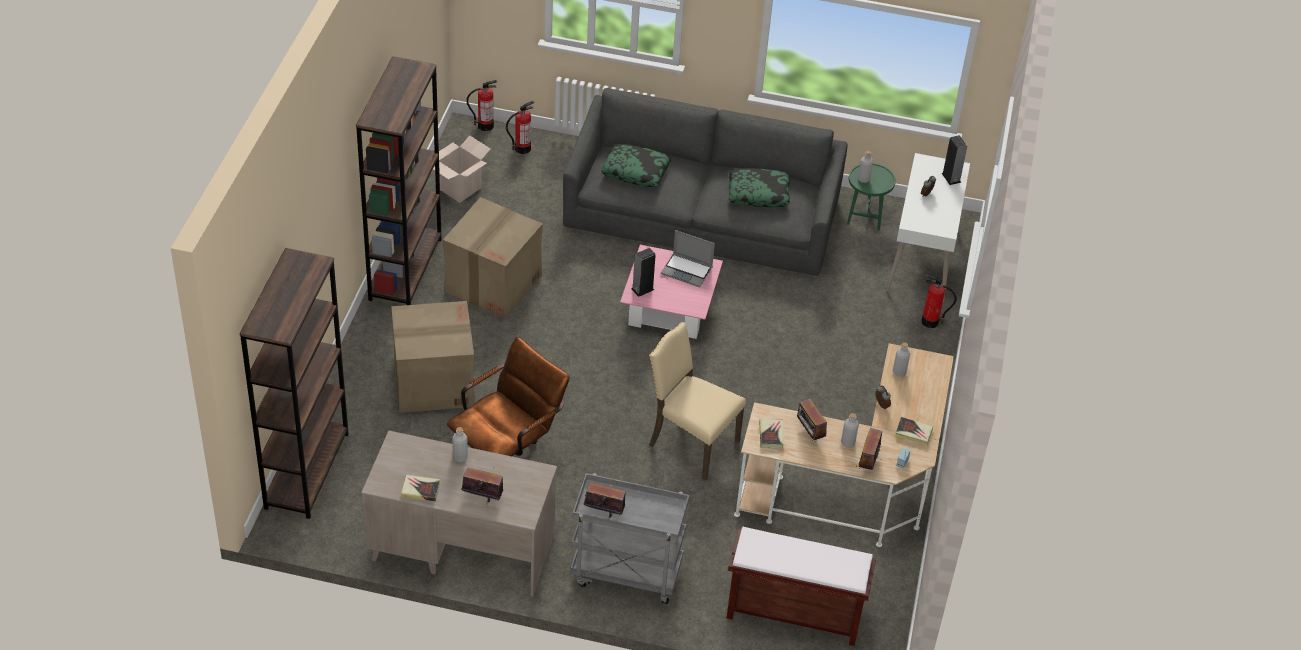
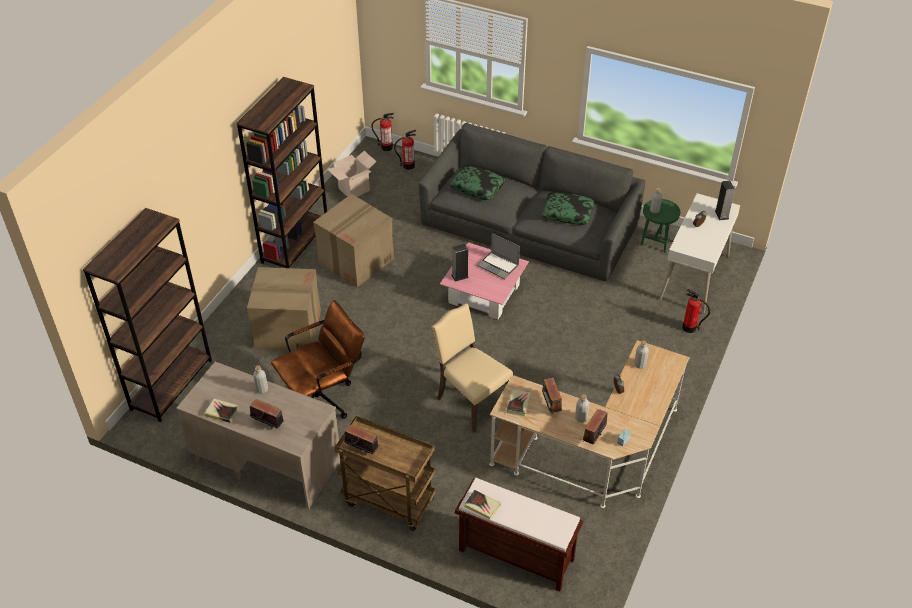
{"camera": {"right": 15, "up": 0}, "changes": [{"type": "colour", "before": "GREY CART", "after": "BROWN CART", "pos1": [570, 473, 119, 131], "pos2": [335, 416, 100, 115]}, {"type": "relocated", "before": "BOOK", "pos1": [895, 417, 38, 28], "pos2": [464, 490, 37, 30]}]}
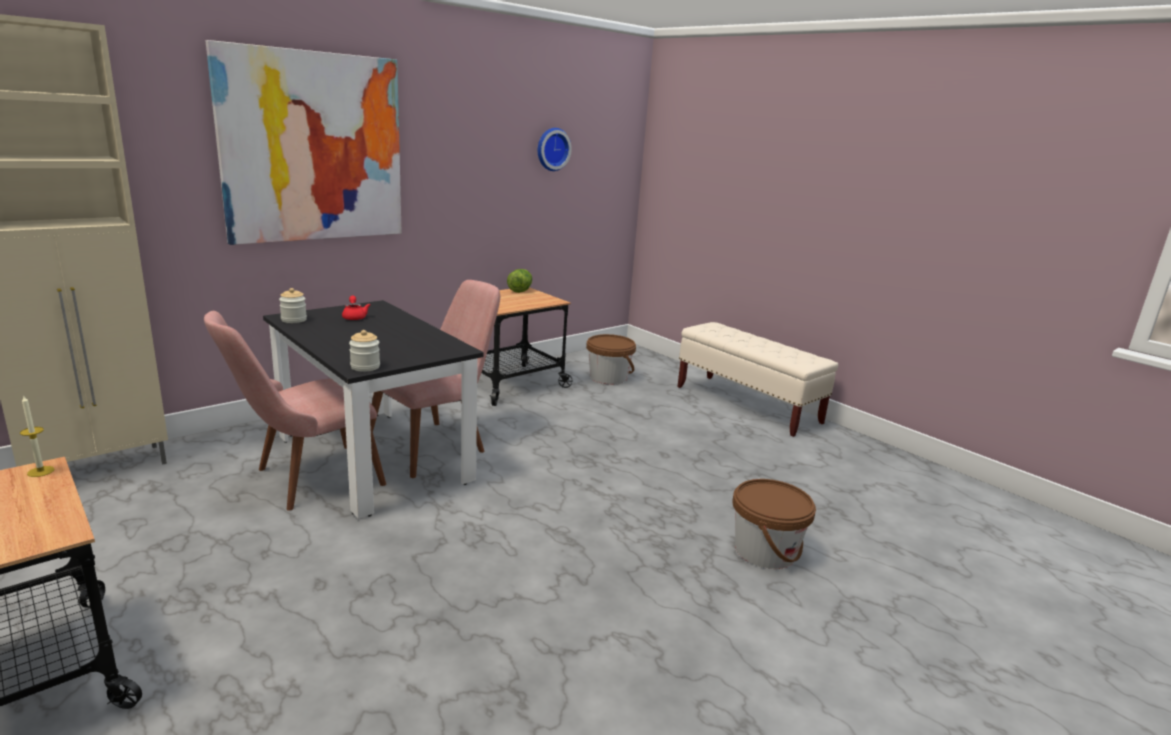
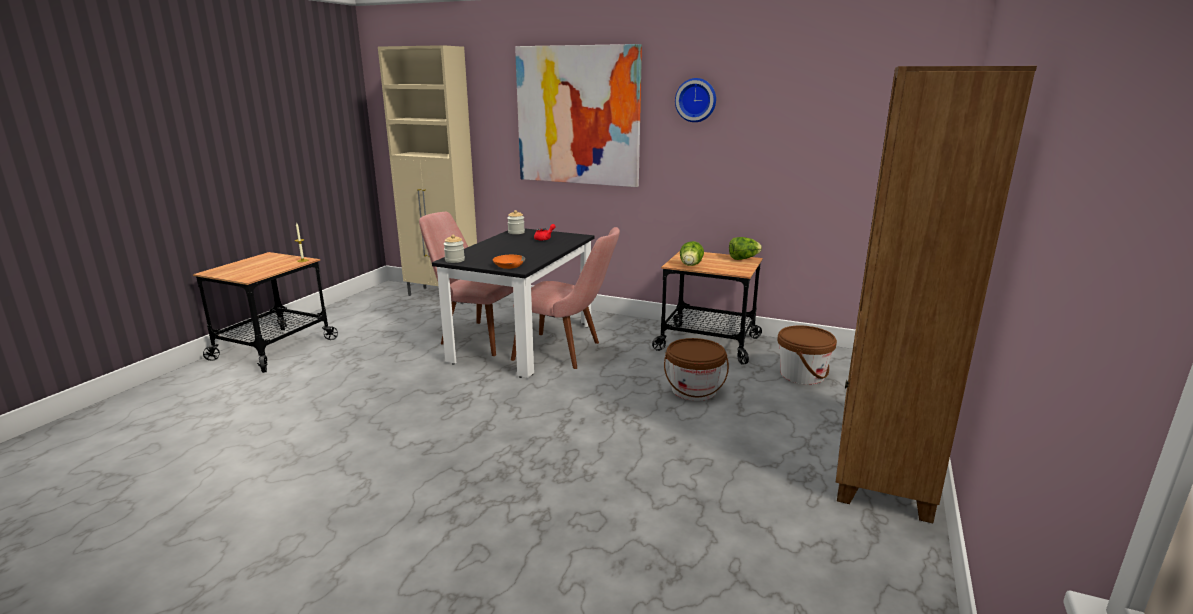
{"camera": {"right": 65, "up": 0}, "changes": [{"type": "relocated", "before": "WALL CLOCK", "pos1": [538, 128, 34, 43], "pos2": [675, 78, 41, 44]}, {"type": "exchanged", "before": "BEIGE BENCH", "after": "BROWN BOOKCASE", "pos1": [677, 322, 161, 115], "pos2": [835, 66, 202, 457]}, {"type": "relocated", "before": "BROWN BUCKET", "pos1": [732, 479, 84, 90], "pos2": [664, 338, 65, 63]}, {"type": "appeared", "after": "ORANGE BOWL", "pos2": [493, 255, 32, 14]}, {"type": "appeared", "after": "LETTUCE", "pos2": [680, 241, 24, 25]}]}
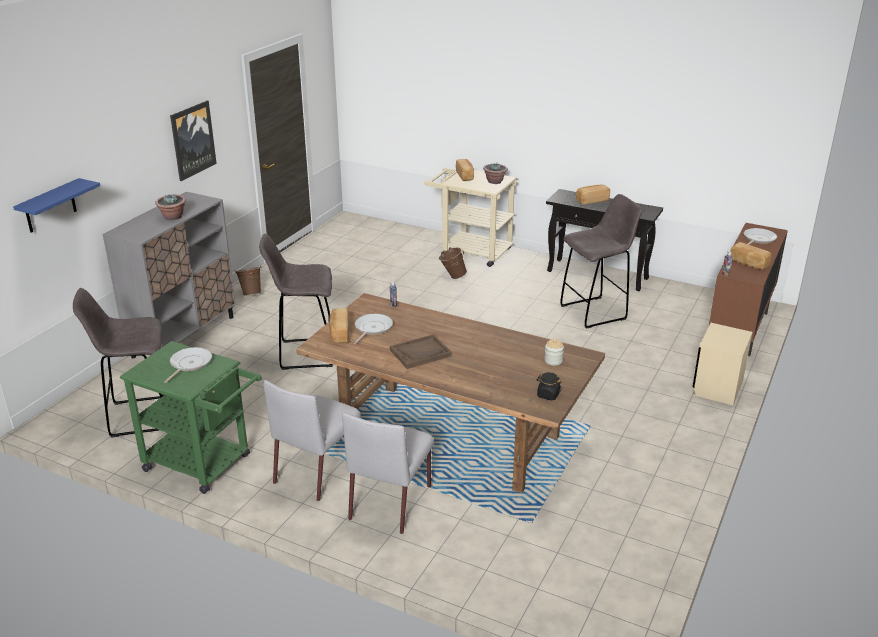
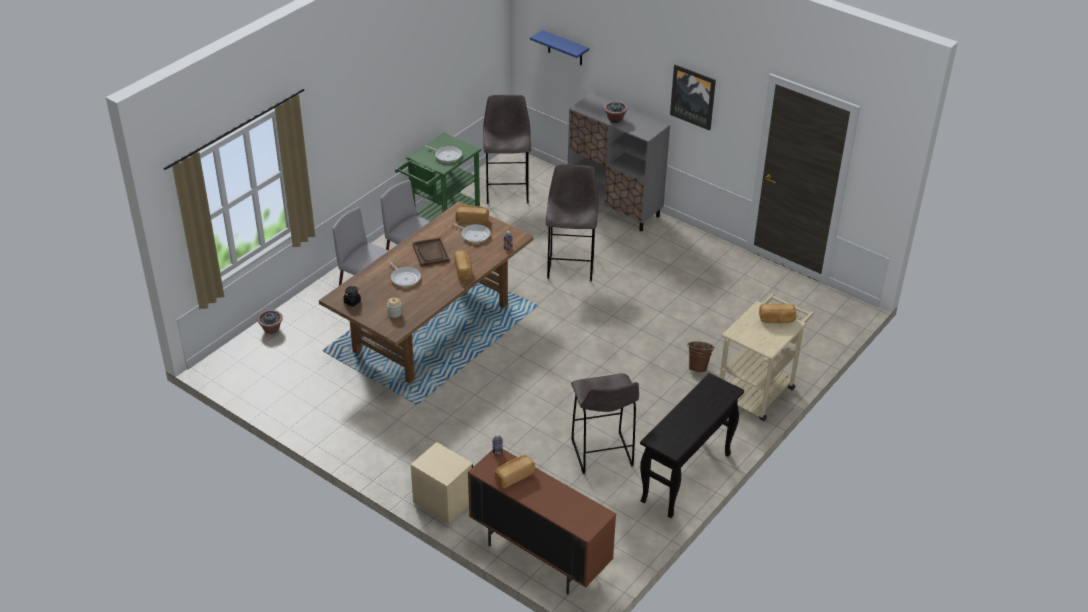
{"camera": {"right": 100, "up": 10}, "changes": [{"type": "missing", "before": "BROWN BUCKET", "pos1": [234, 265, 28, 31]}, {"type": "relocated", "before": "POTTED PLANT", "pos1": [483, 163, 25, 21], "pos2": [257, 310, 26, 24]}, {"type": "relocated", "before": "BREAD", "pos1": [576, 185, 34, 20], "pos2": [454, 251, 18, 29]}, {"type": "relocated", "before": "FRYING PAN", "pos1": [744, 228, 33, 17], "pos2": [388, 261, 33, 26]}]}
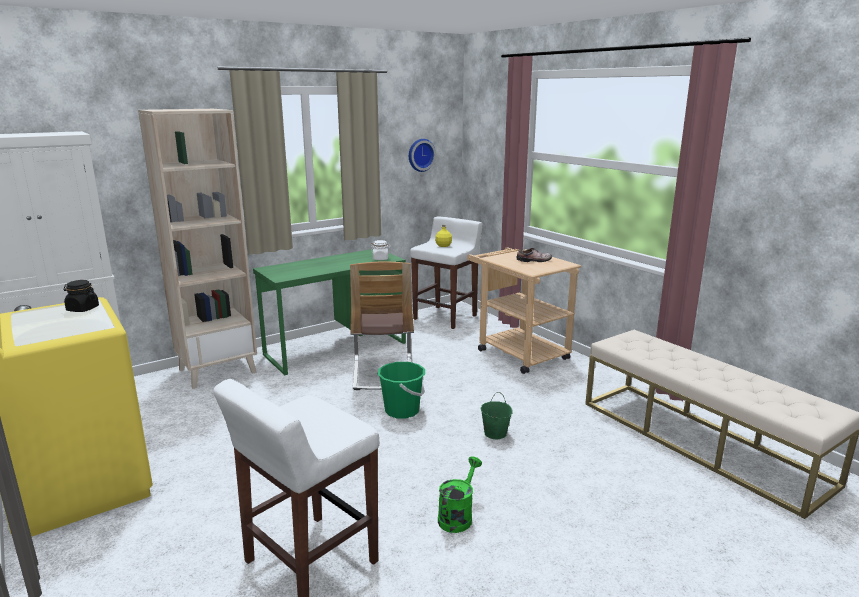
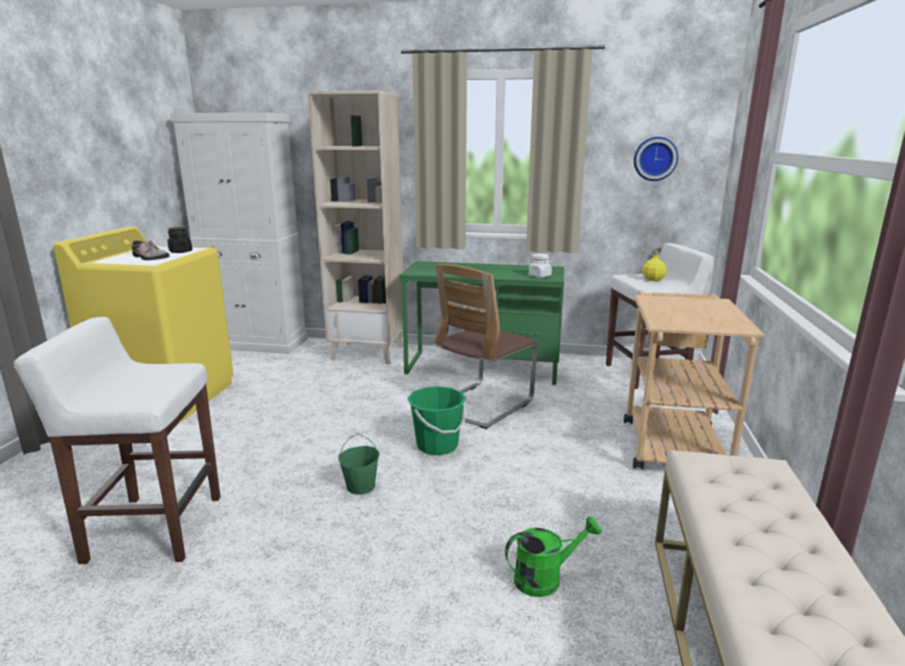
{"camera": {"right": 45, "up": 0}, "changes": [{"type": "relocated", "before": "GREEN WATERING CAN", "pos1": [438, 456, 44, 77], "pos2": [505, 516, 96, 81]}, {"type": "relocated", "before": "GREEN BUCKET", "pos1": [480, 392, 33, 47], "pos2": [338, 434, 41, 61]}, {"type": "relocated", "before": "SHOE", "pos1": [517, 248, 35, 14], "pos2": [132, 240, 38, 20]}]}
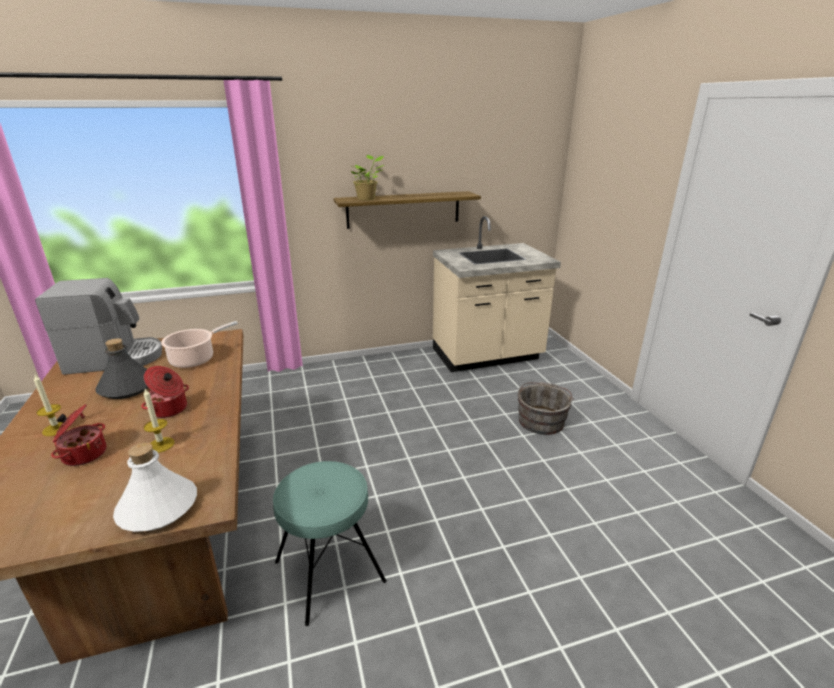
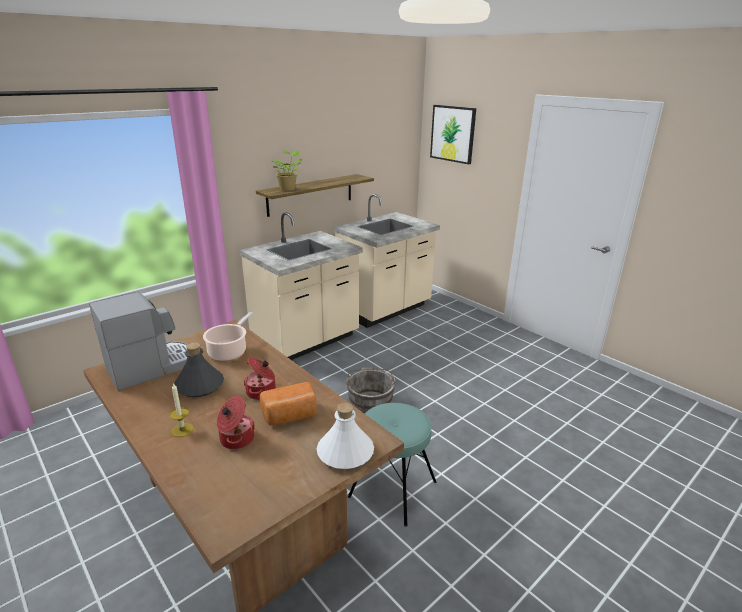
{"camera": {"right": -25, "up": 0}, "changes": [{"type": "exchanged", "before": "CANDLE", "after": "BREAD", "pos1": [144, 389, 31, 64], "pos2": [259, 382, 58, 44]}, {"type": "relocated", "before": "GREY BUCKET", "pos1": [518, 382, 56, 53], "pos2": [346, 367, 50, 47]}, {"type": "appeared", "after": "BEIGE COUNTER", "pos2": [240, 212, 123, 148]}, {"type": "appeared", "after": "PICTURE", "pos2": [430, 105, 46, 59]}]}
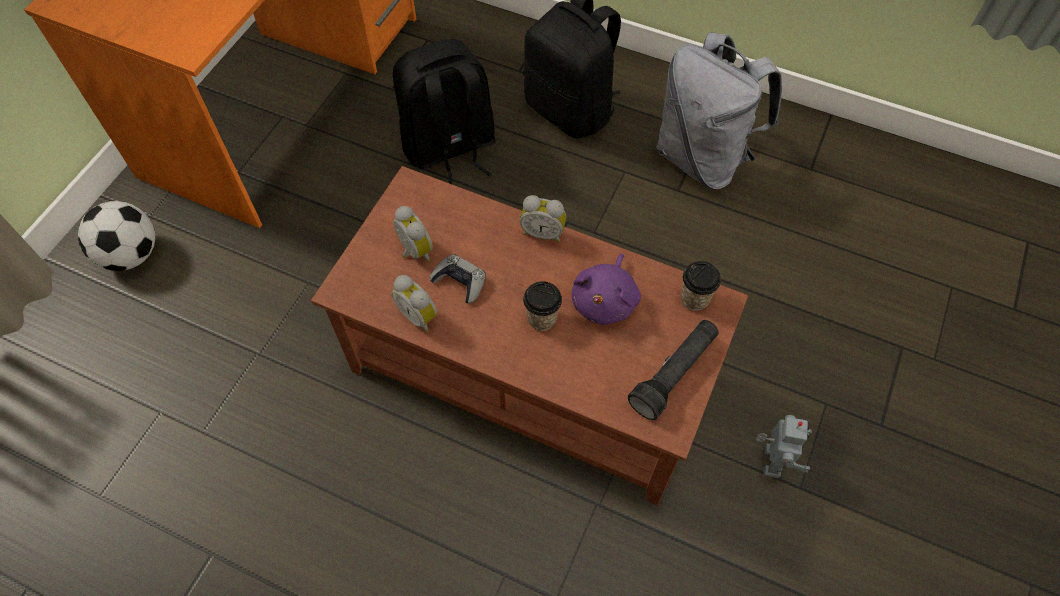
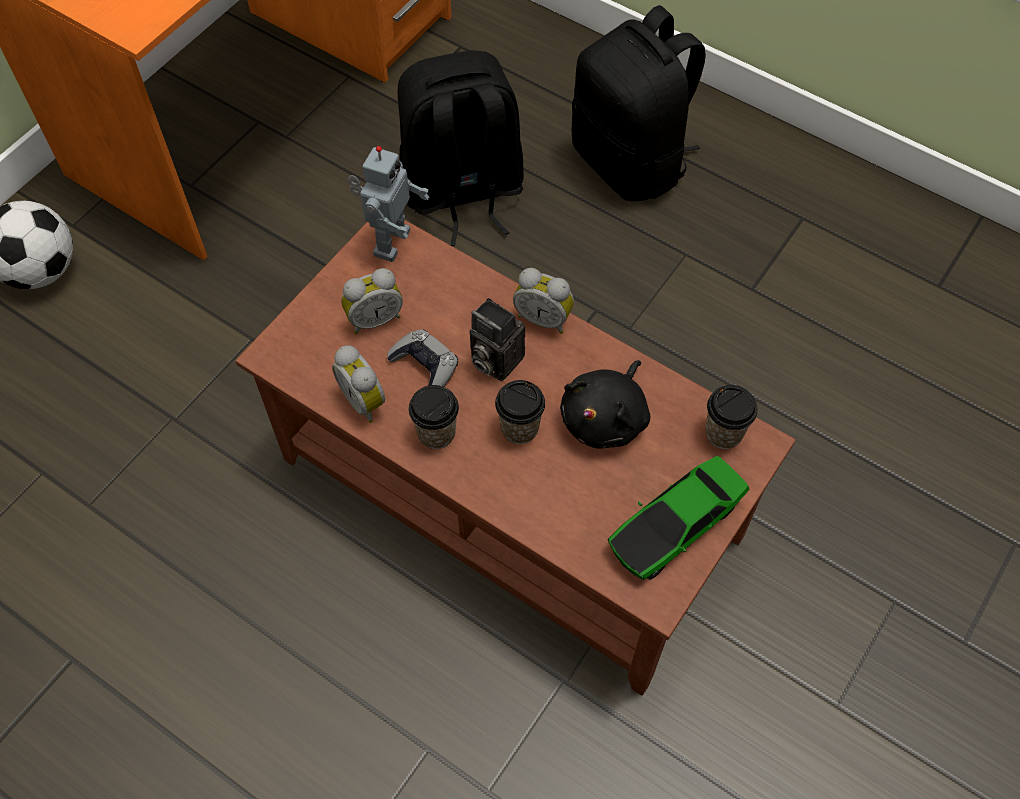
{"camera": {"right": 10, "up": 0}, "changes": [{"type": "spun", "before": "ALARM CLOCK", "pos1": [393, 206, 40, 56], "pos2": [341, 268, 62, 66], "turn": 90}, {"type": "colour", "before": "PURPLE PLUSH TOY", "after": "BLACK PLUSH TOY", "pos1": [571, 254, 70, 71], "pos2": [560, 360, 90, 89]}, {"type": "exchanged", "before": "BLACK FLASHLIGHT", "after": "TOY CAR", "pos1": [628, 320, 91, 100], "pos2": [608, 456, 142, 124]}, {"type": "missing", "before": "GREY BACKPACK", "pos1": [656, 32, 126, 157]}, {"type": "relocated", "before": "TOY ROBOT", "pos1": [755, 415, 56, 64], "pos2": [348, 146, 81, 116]}, {"type": "appeared", "after": "CUP", "pos2": [409, 385, 50, 64]}, {"type": "appeared", "after": "PHOTO CAMERA", "pos2": [470, 298, 55, 83]}]}
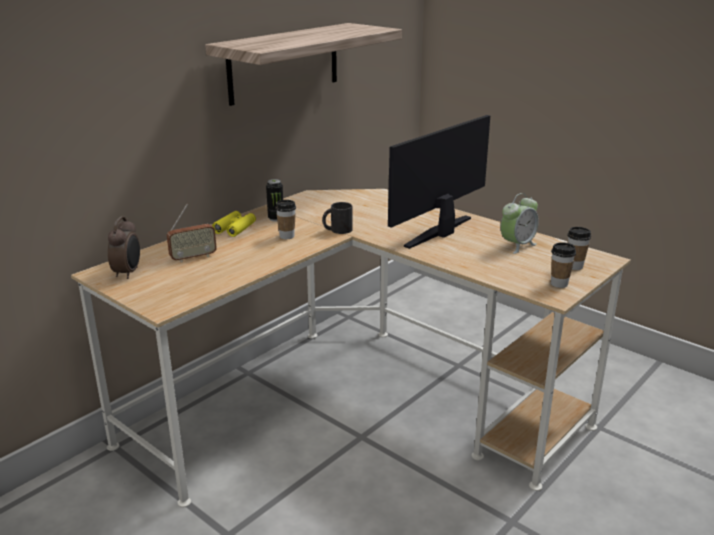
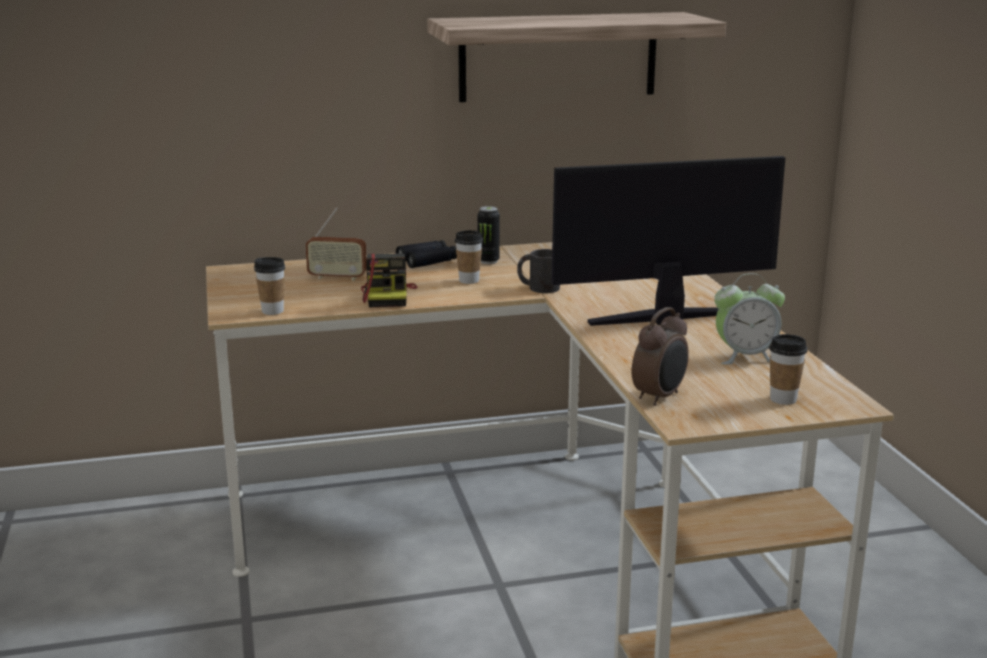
{"camera": {"right": 35, "up": -5}, "changes": [{"type": "relocated", "before": "ALARM CLOCK", "pos1": [108, 216, 32, 63], "pos2": [632, 307, 57, 99]}, {"type": "colour", "before": "YELLOW BINOCULARS", "after": "BLACK BINOCULARS", "pos1": [212, 211, 44, 26], "pos2": [396, 240, 61, 28]}, {"type": "relocated", "before": "CUP", "pos1": [551, 242, 25, 46], "pos2": [254, 257, 31, 58]}, {"type": "appeared", "after": "PHOTO CAMERA", "pos2": [361, 253, 56, 54]}]}
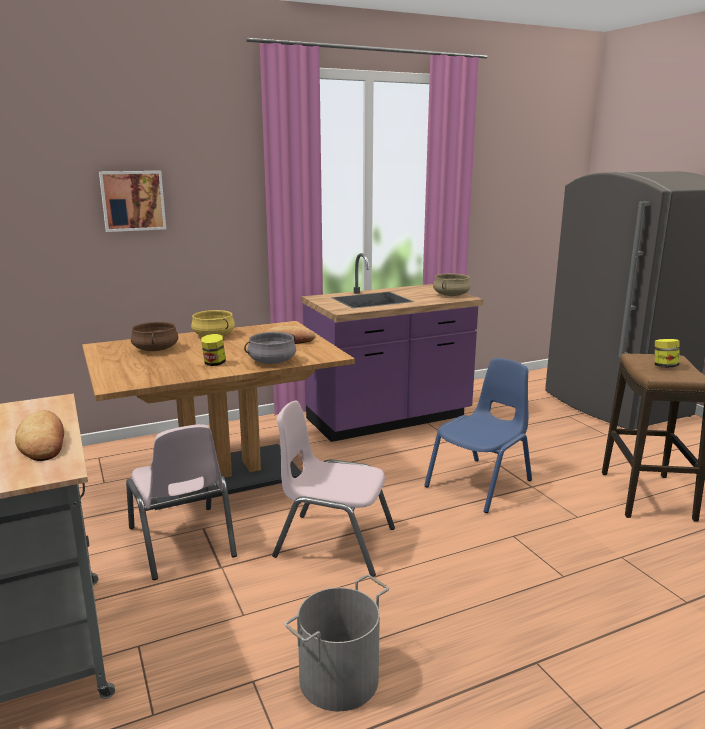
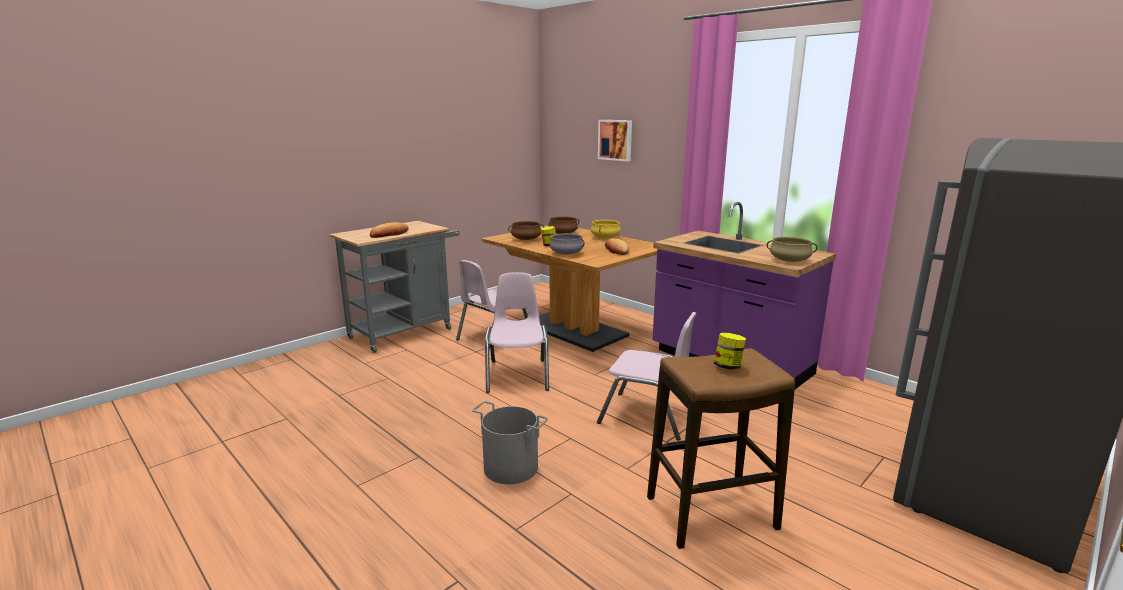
{"camera": {"right": 70, "up": 0}, "changes": [{"type": "relocated", "before": "GREY BUCKET", "pos1": [284, 575, 105, 136], "pos2": [472, 401, 76, 83]}, {"type": "colour", "before": "BLUE CHAIR", "after": "PINK CHAIR", "pos1": [424, 358, 108, 155], "pos2": [597, 312, 100, 129]}, {"type": "appeared", "after": "BROWN COOKING POT", "pos2": [508, 221, 36, 19]}]}
